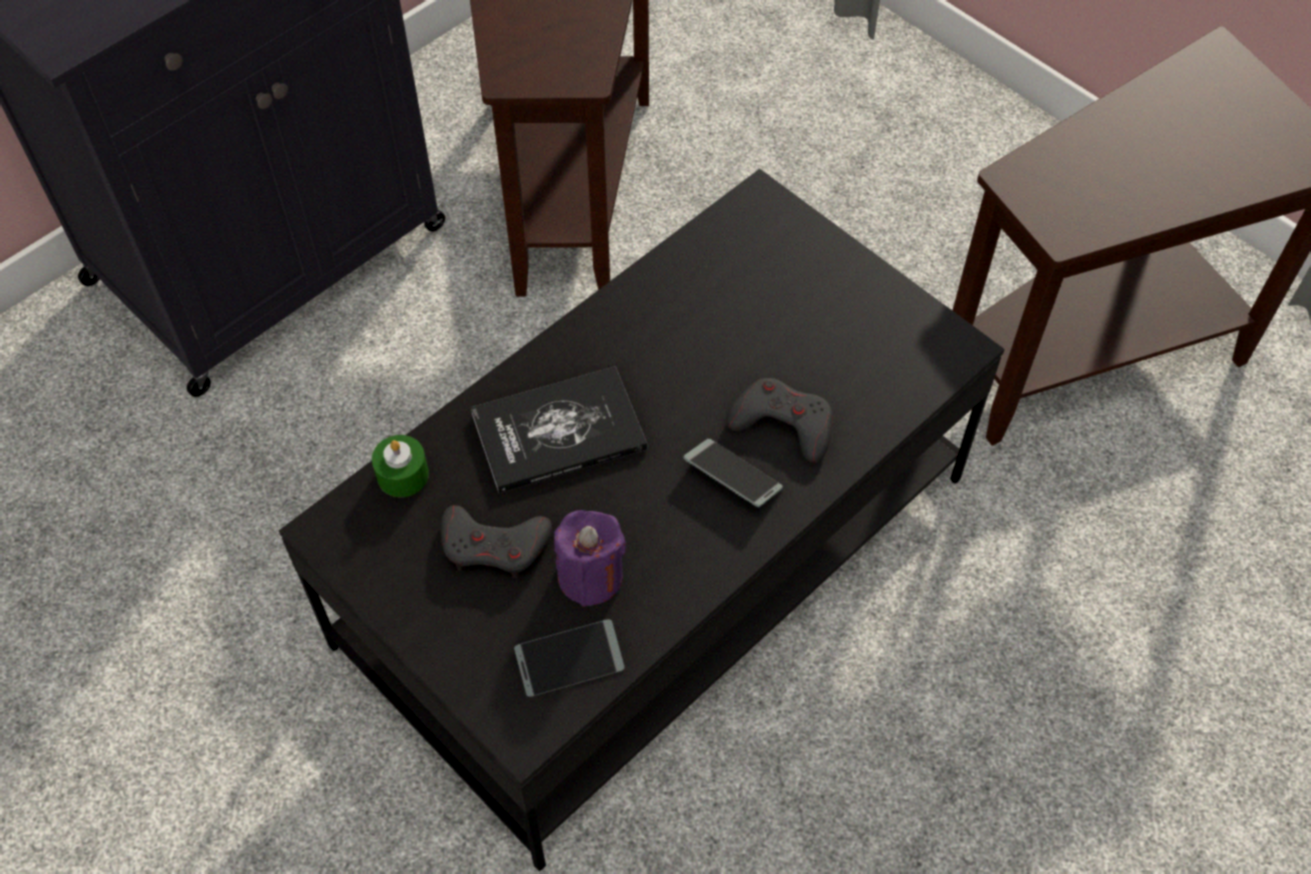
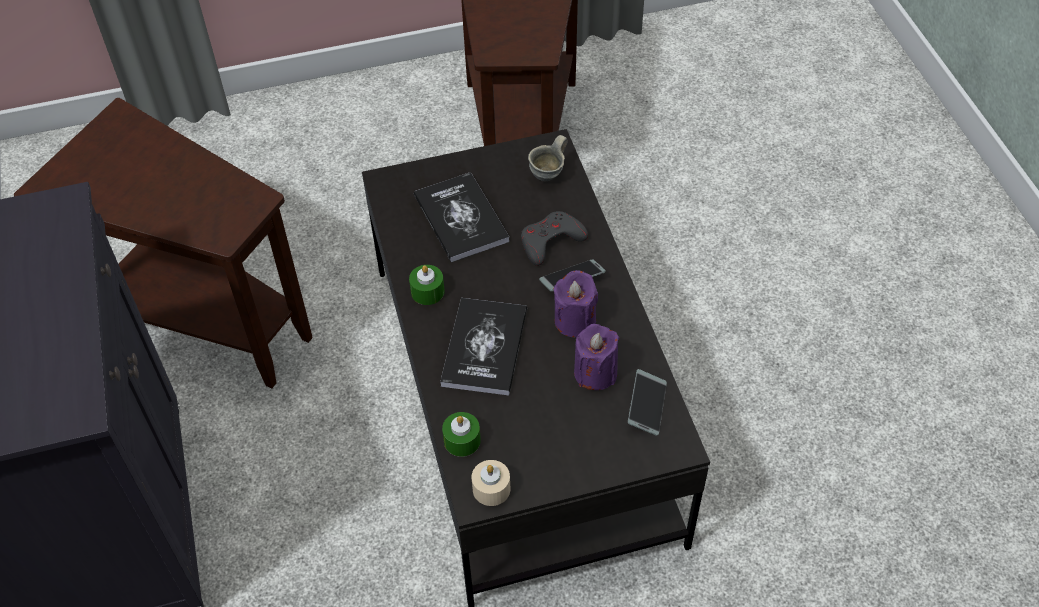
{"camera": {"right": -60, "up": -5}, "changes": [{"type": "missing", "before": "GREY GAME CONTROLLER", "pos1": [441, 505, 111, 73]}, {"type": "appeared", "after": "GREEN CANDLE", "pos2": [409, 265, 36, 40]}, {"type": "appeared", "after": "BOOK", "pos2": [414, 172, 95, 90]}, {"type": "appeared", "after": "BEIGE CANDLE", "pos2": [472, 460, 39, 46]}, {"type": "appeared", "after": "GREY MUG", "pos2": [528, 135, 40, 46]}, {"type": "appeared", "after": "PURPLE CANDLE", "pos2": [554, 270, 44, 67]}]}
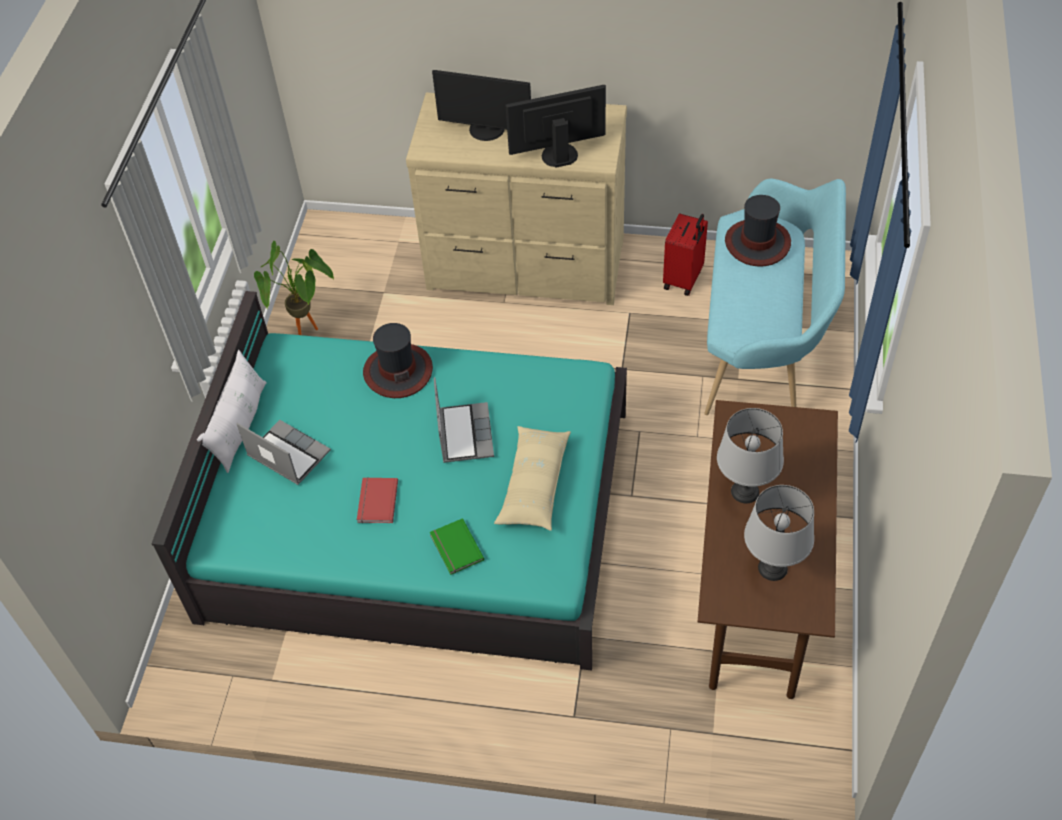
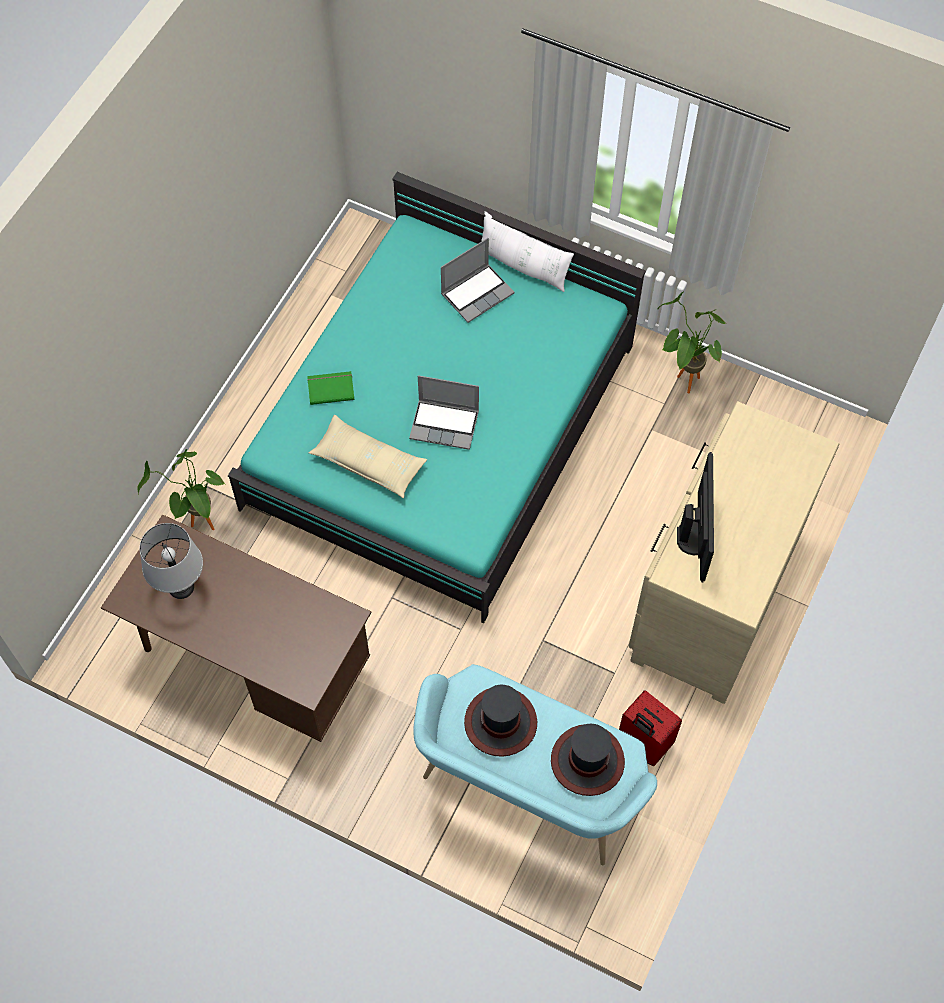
{"camera": {"right": 105, "up": 10}, "changes": [{"type": "missing", "before": "RED BOOK", "pos1": [357, 477, 41, 46]}, {"type": "relocated", "before": "HAT", "pos1": [363, 323, 70, 75], "pos2": [464, 685, 73, 72]}, {"type": "missing", "before": "MONITOR", "pos1": [432, 70, 99, 71]}, {"type": "missing", "before": "GREY TABLE LAMP", "pos1": [717, 408, 67, 95]}, {"type": "appeared", "after": "POTTED PLANT", "pos2": [137, 449, 88, 81]}]}
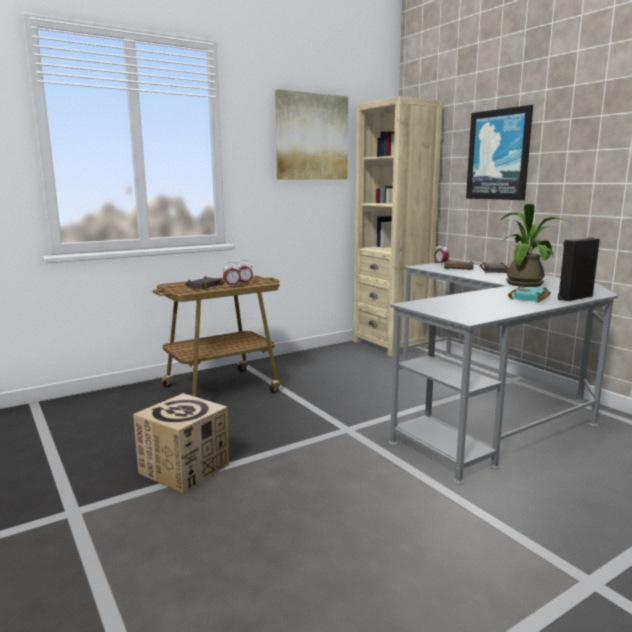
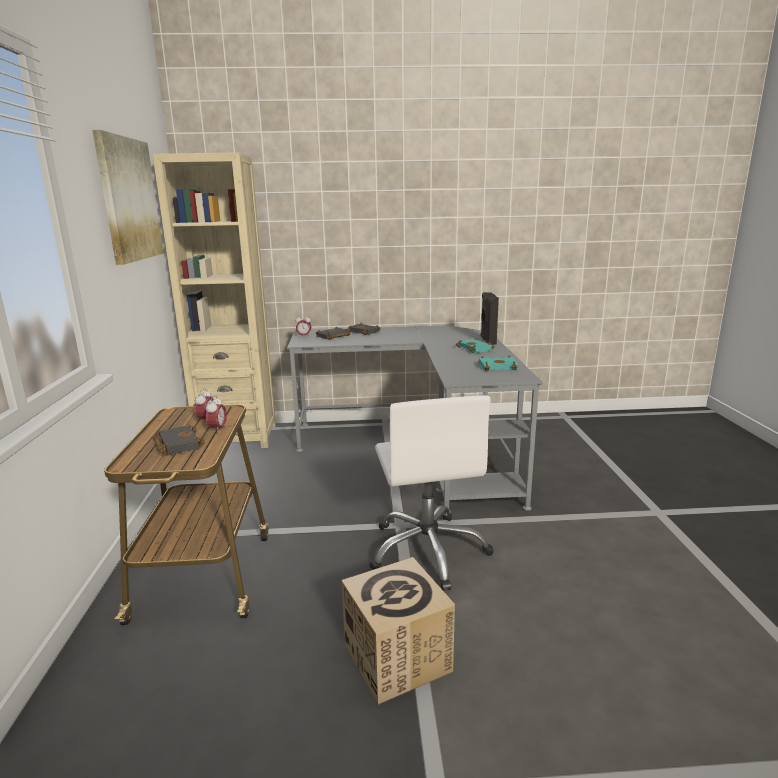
{"camera": {"right": -60, "up": 5}, "changes": [{"type": "missing", "before": "PICTURE", "pos1": [466, 105, 67, 95]}, {"type": "missing", "before": "POTTED PLANT", "pos1": [501, 204, 68, 83]}, {"type": "appeared", "after": "WHITE OFFICE CHAIR", "pos2": [369, 395, 124, 196]}, {"type": "appeared", "after": "TURQUOISE BOOK", "pos2": [479, 356, 39, 15]}]}
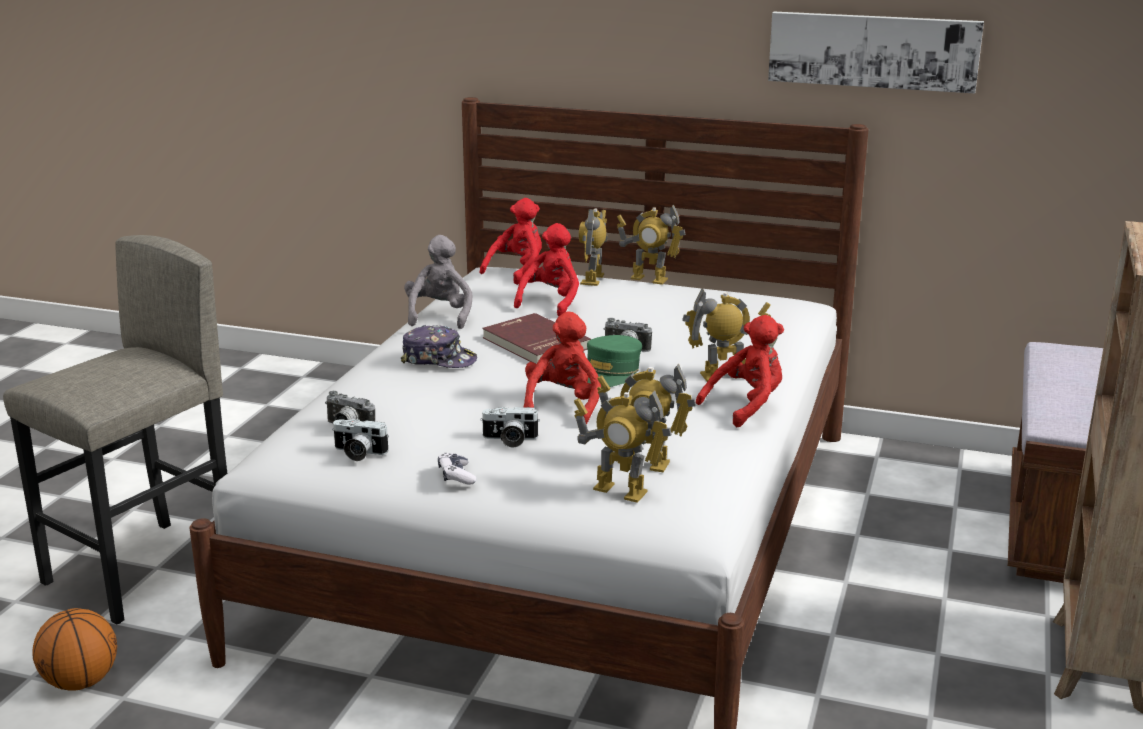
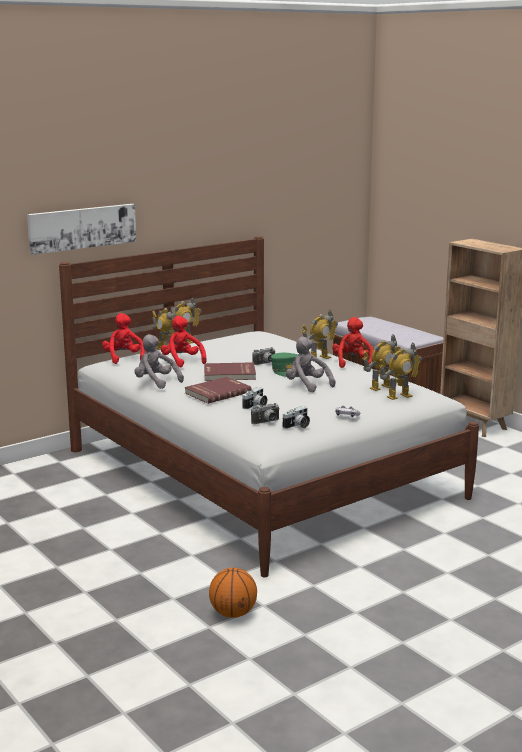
{"camera": {"right": -55, "up": -5}, "changes": [{"type": "missing", "before": "GREY STOOL", "pos1": [3, 235, 224, 389]}, {"type": "exchanged", "before": "CAP", "after": "RED BOOK", "pos1": [401, 325, 76, 43], "pos2": [184, 377, 68, 27]}, {"type": "relocated", "before": "PHOTO CAMERA", "pos1": [480, 407, 60, 41], "pos2": [243, 387, 24, 22]}, {"type": "colour", "before": "RED PLUSH TOY", "after": "GREY PLUSH TOY", "pos1": [524, 311, 77, 114], "pos2": [286, 337, 49, 56]}, {"type": "spun", "before": "TOY ROBOT", "pos1": [682, 288, 89, 94], "pos2": [301, 310, 37, 49], "turn": -150}, {"type": "relocated", "before": "PICTURE", "pos1": [768, 12, 216, 82], "pos2": [27, 204, 109, 51]}]}
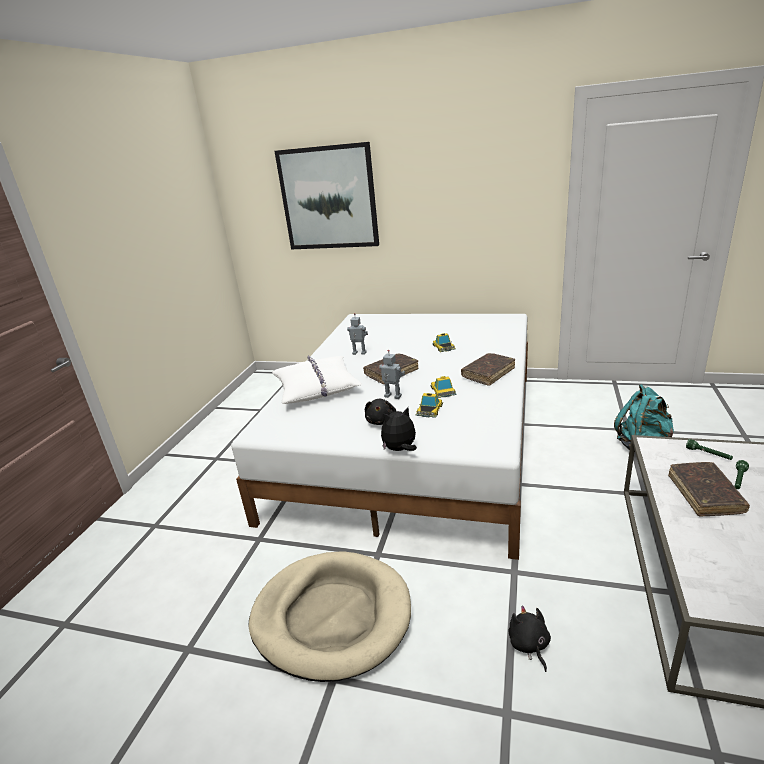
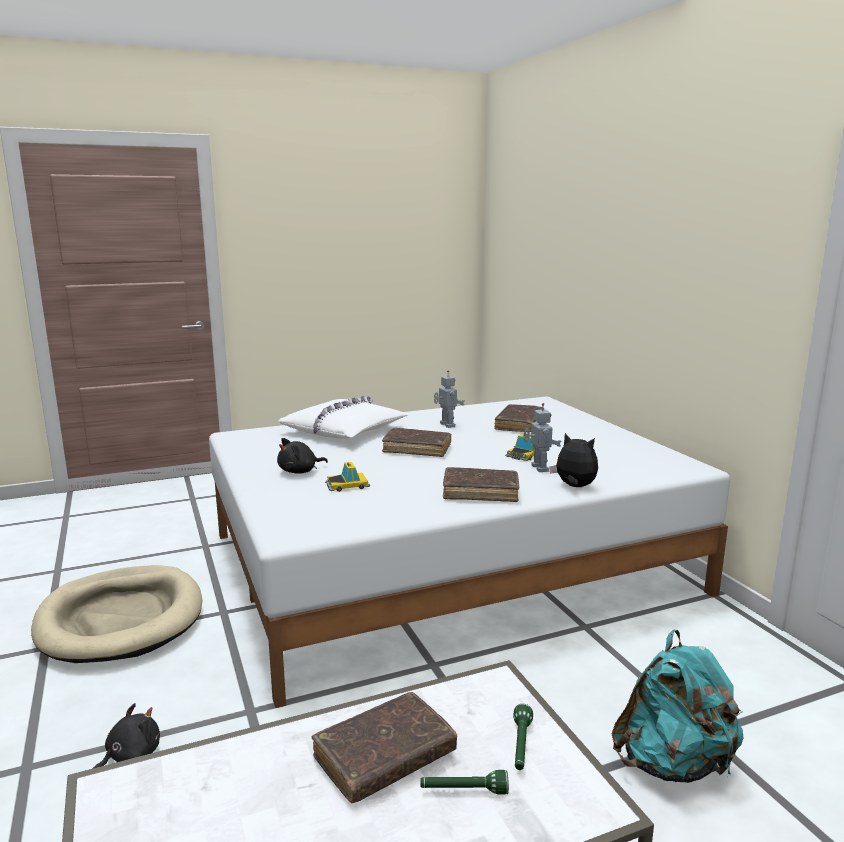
{"camera": {"right": 50, "up": -10}, "changes": [{"type": "missing", "before": "PICTURE", "pos1": [275, 142, 104, 107]}, {"type": "relocated", "before": "TOY ROBOT", "pos1": [379, 350, 26, 49], "pos2": [524, 403, 37, 69]}, {"type": "relocated", "before": "PLUSH TOY", "pos1": [381, 407, 36, 44], "pos2": [549, 433, 49, 54]}, {"type": "missing", "before": "TOY CAR", "pos1": [430, 376, 27, 22]}, {"type": "appeared", "after": "BROWN BOOK", "pos2": [494, 404, 50, 28]}]}
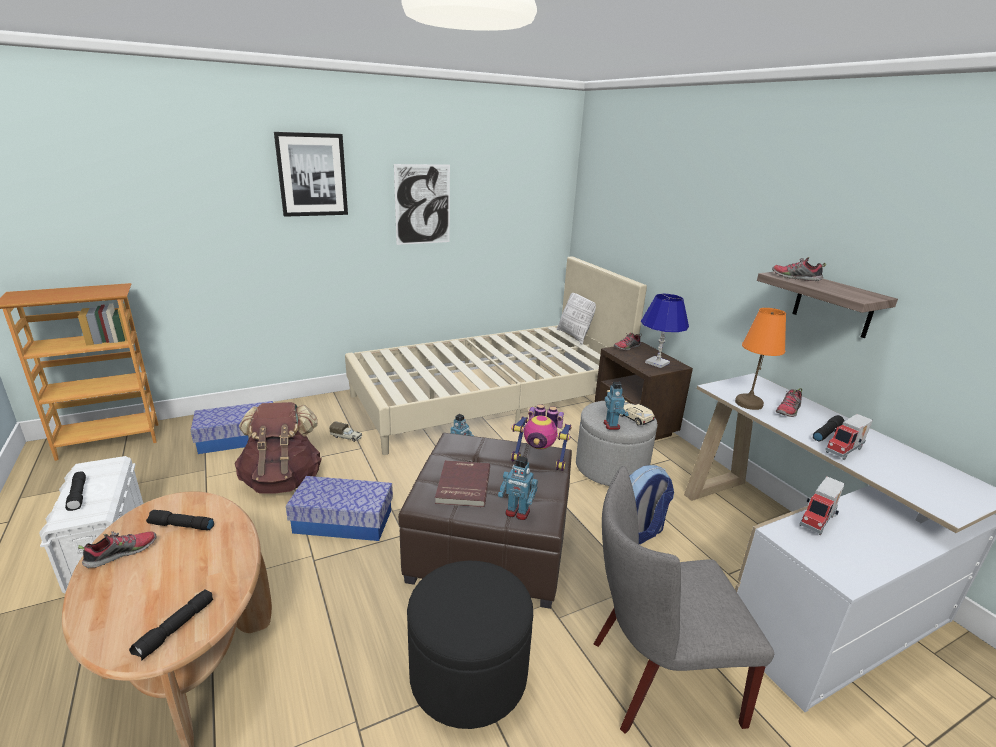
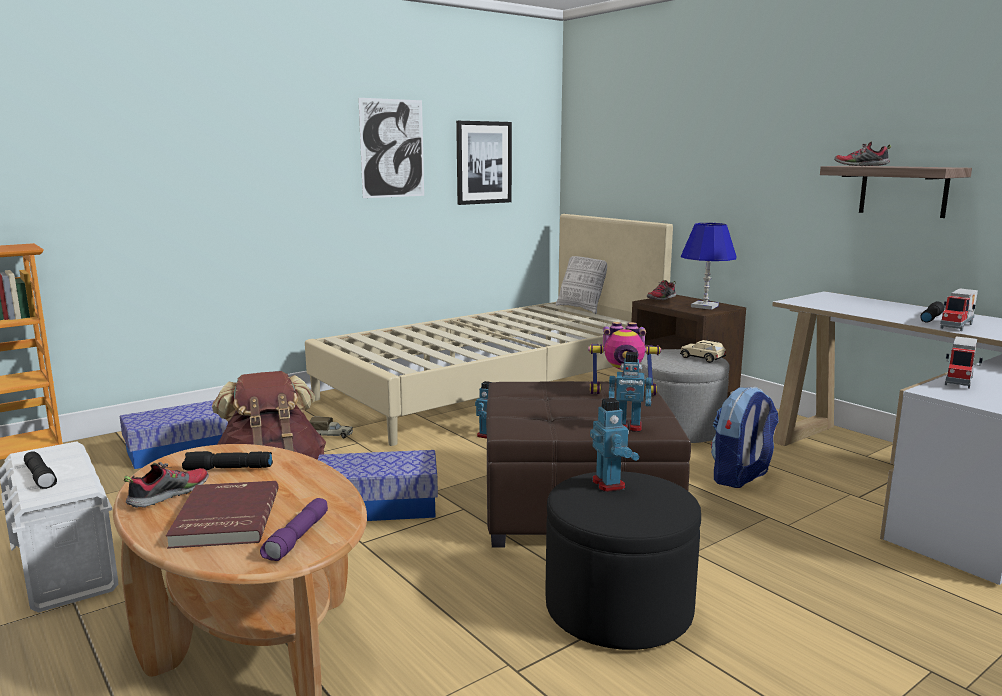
{"camera": {"right": -10, "up": -10}, "changes": [{"type": "colour", "before": "BLACK FLASHLIGHT", "after": "PURPLE FLASHLIGHT", "pos1": [129, 589, 84, 72], "pos2": [260, 498, 68, 63]}, {"type": "relocated", "before": "PICTURE", "pos1": [274, 132, 74, 85], "pos2": [456, 121, 56, 84]}, {"type": "relocated", "before": "RED BOOK", "pos1": [435, 460, 55, 47], "pos2": [166, 481, 112, 68]}, {"type": "missing", "before": "GREY CHAIR", "pos1": [593, 466, 181, 268]}, {"type": "relocated", "before": "TOY ROBOT", "pos1": [604, 382, 25, 48], "pos2": [590, 398, 49, 94]}, {"type": "missing", "before": "ORANGE TABLE LAMP", "pos1": [735, 308, 51, 102]}, {"type": "missing", "before": "SHOE", "pos1": [776, 388, 26, 29]}]}
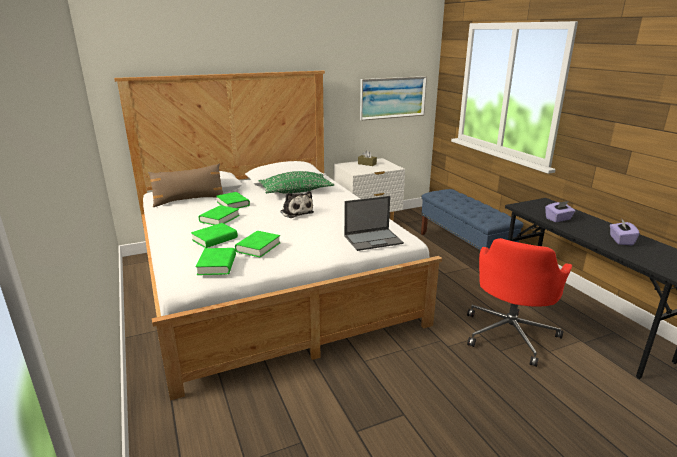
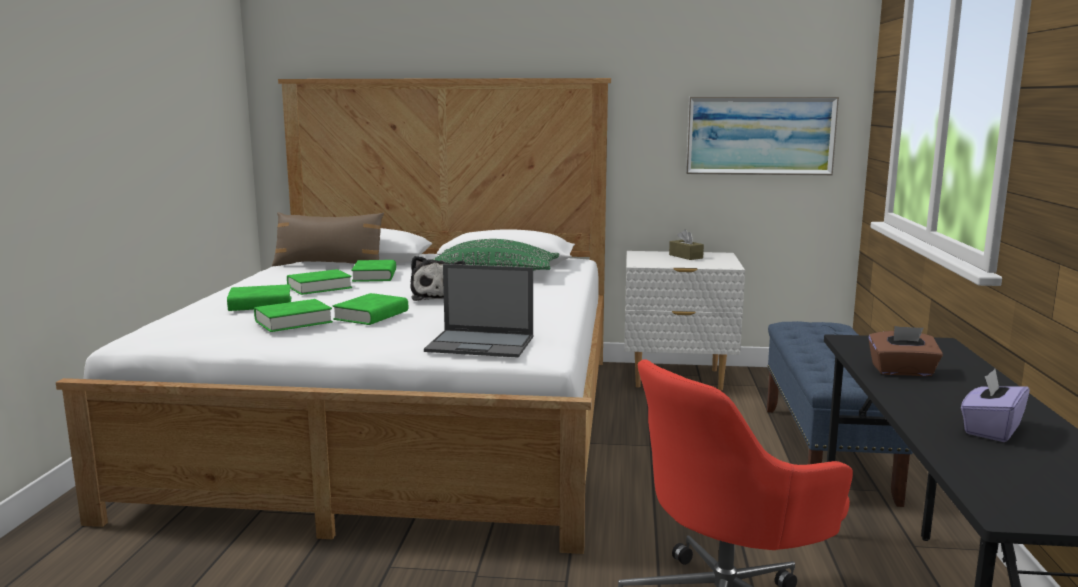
{"camera": {"right": 30, "up": -10}, "changes": [{"type": "relocated", "before": "GREEN BOOK", "pos1": [196, 248, 40, 27], "pos2": [332, 293, 76, 32]}, {"type": "colour", "before": "PURPLE TISSUE BOX", "after": "BROWN TISSUE BOX", "pos1": [545, 201, 30, 21], "pos2": [868, 326, 75, 50]}]}
